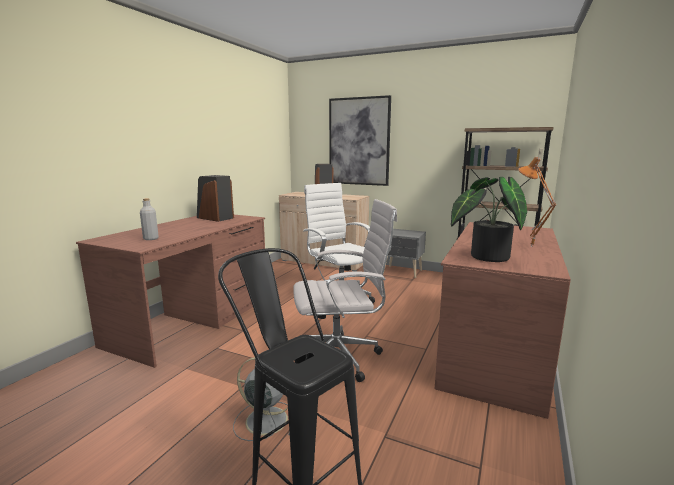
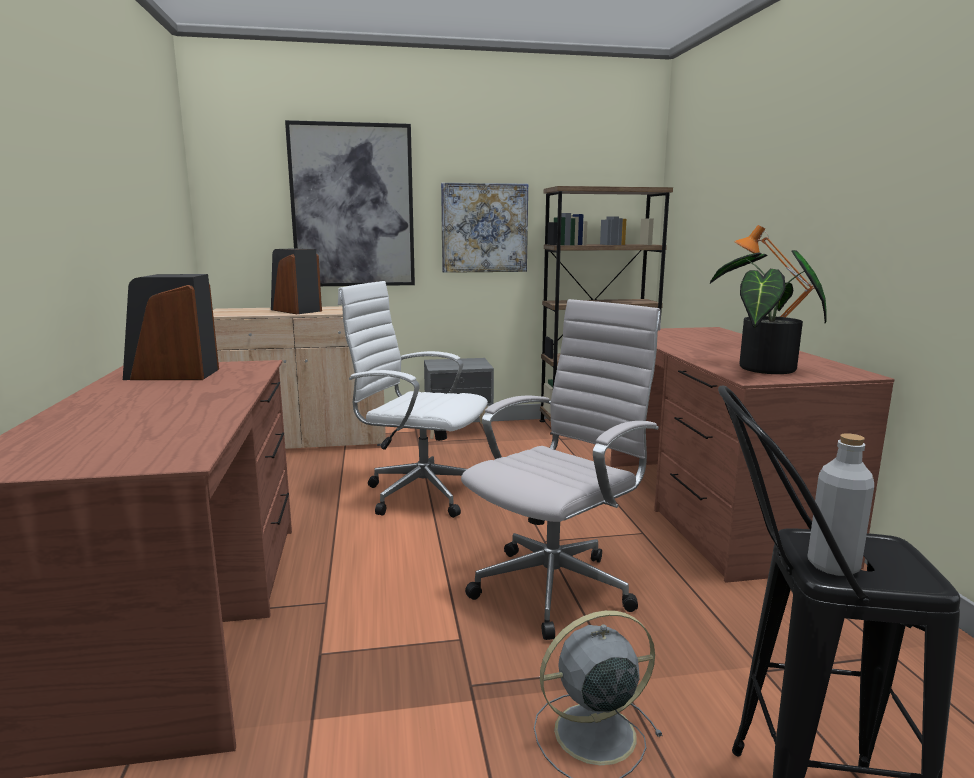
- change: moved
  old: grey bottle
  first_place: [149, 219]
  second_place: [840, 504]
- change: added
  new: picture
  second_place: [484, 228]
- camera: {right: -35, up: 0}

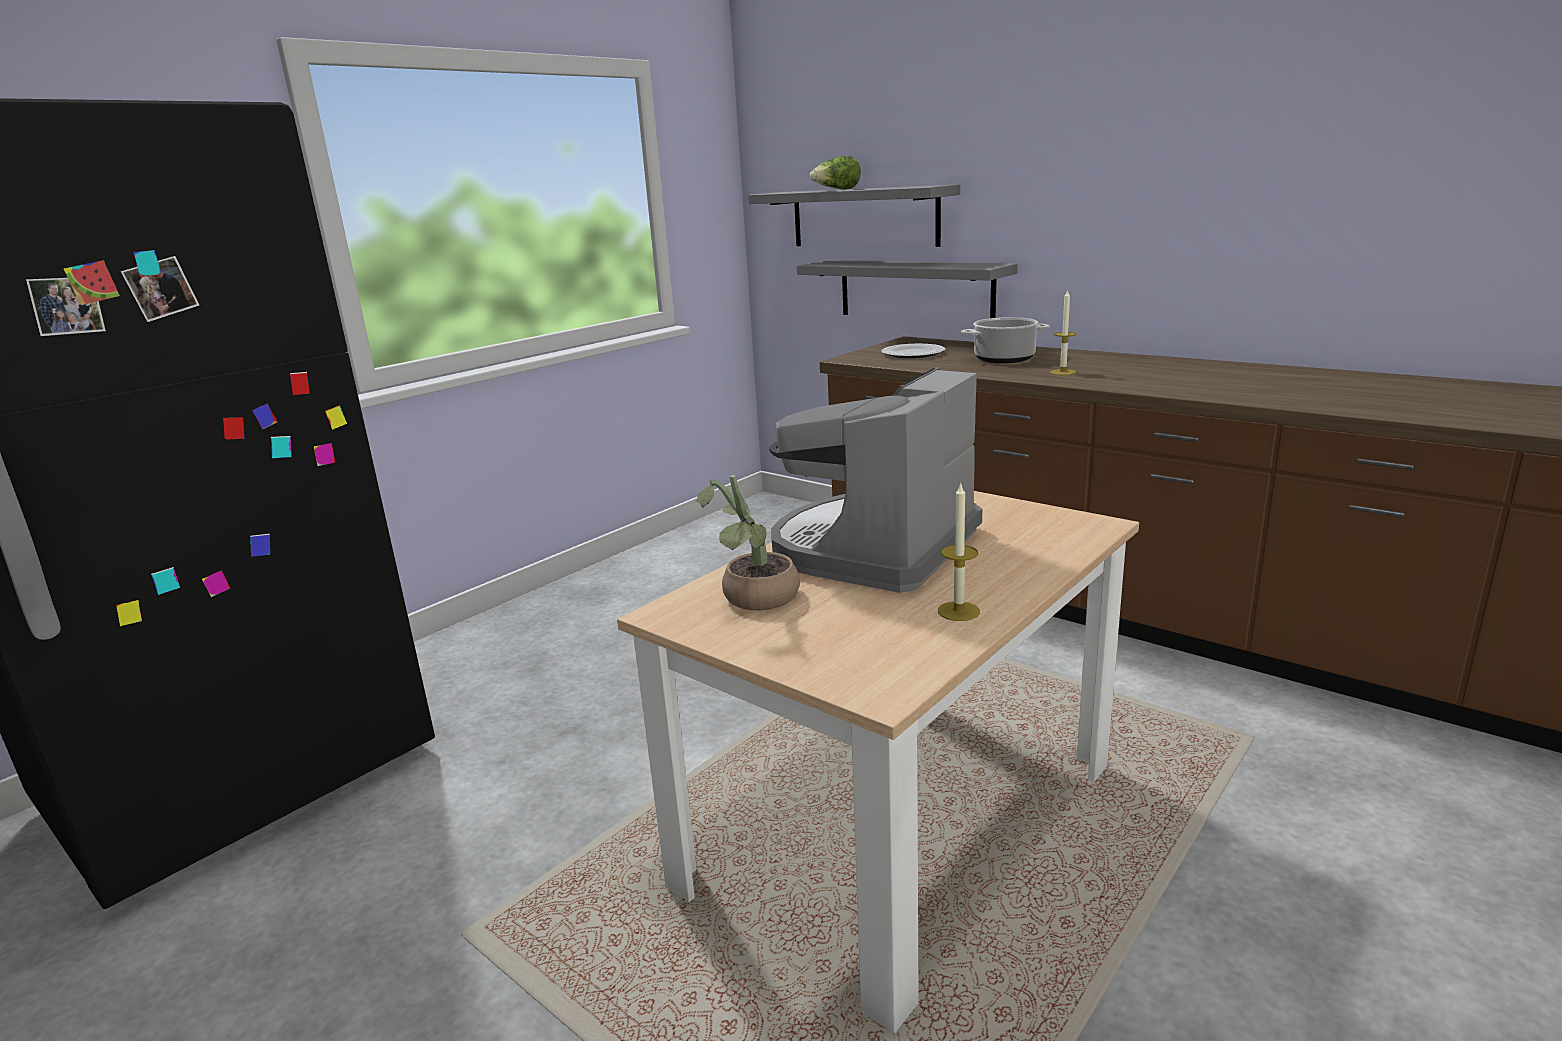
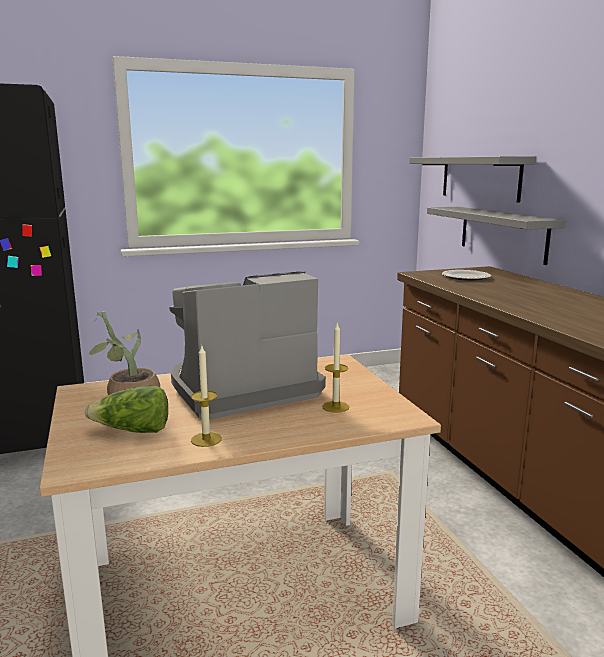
- change: moved
  old: lettuce
  first_place: [835, 172]
  second_place: [126, 409]
- change: moved
  old: candle
  first_place: [1063, 332]
  second_place: [335, 368]
- change: removed
  old: cooking pot
  first_place: [1005, 340]
- camera: {right: 30, up: -5}

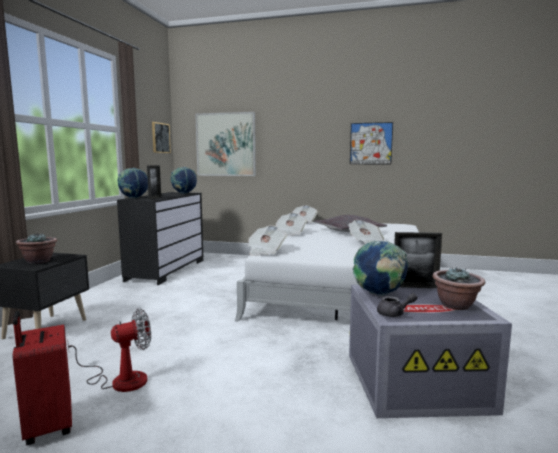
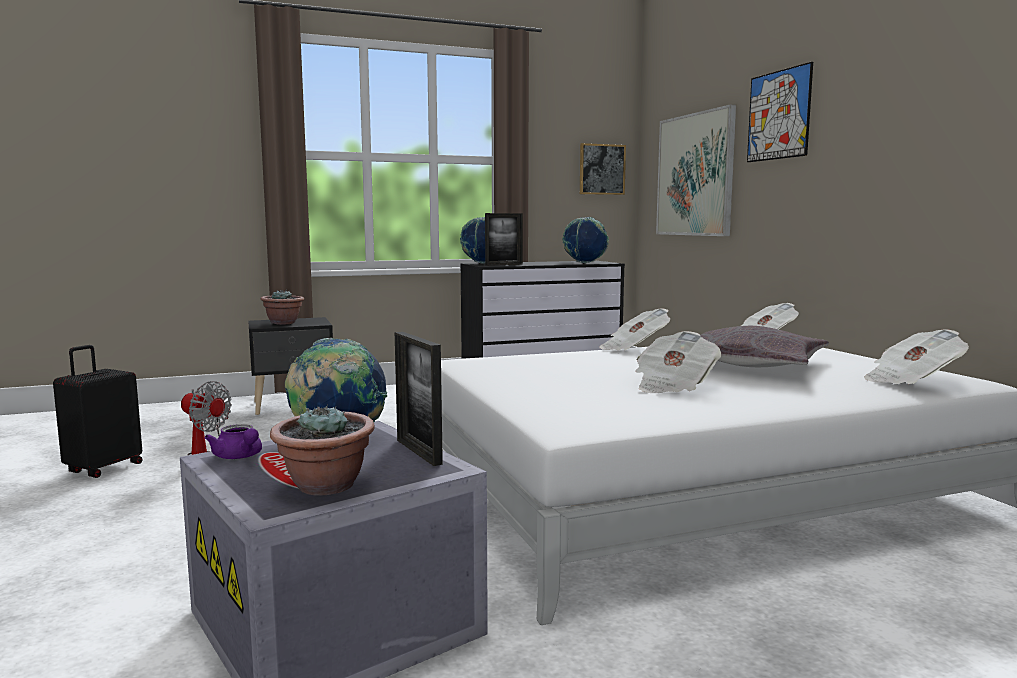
- change: moved
  old: picture
  first_place: [371, 143]
  second_place: [780, 112]
- change: moved
  old: newspaper
  first_place: [267, 240]
  second_place: [916, 356]
- change: recoloured
  old: grey teapot
  new: purple teapot
  first_place: [397, 305]
  second_place: [233, 441]
- change: recoloured
  old: red suitcase
  new: black suitcase
  first_place: [42, 378]
  second_place: [98, 411]
- camera: {right: 55, up: 0}

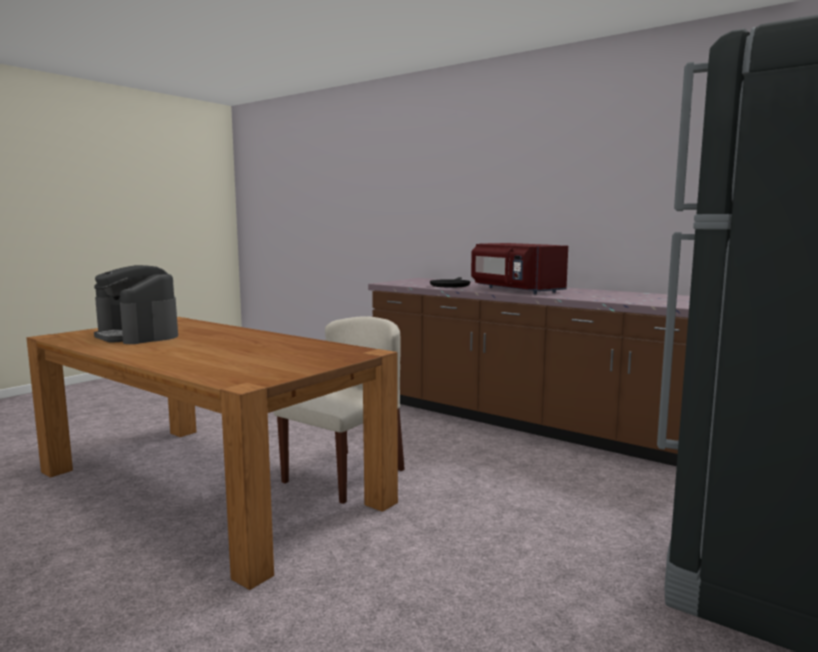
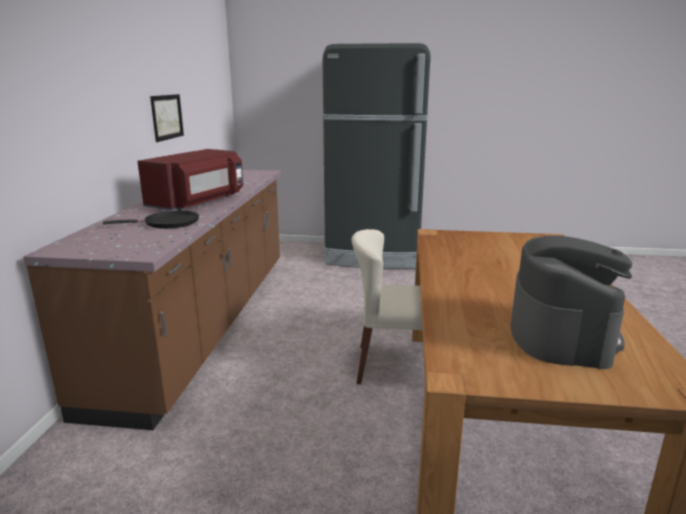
- change: added
  new: picture
  second_place: [167, 118]
- camera: {right: -120, up: 10}

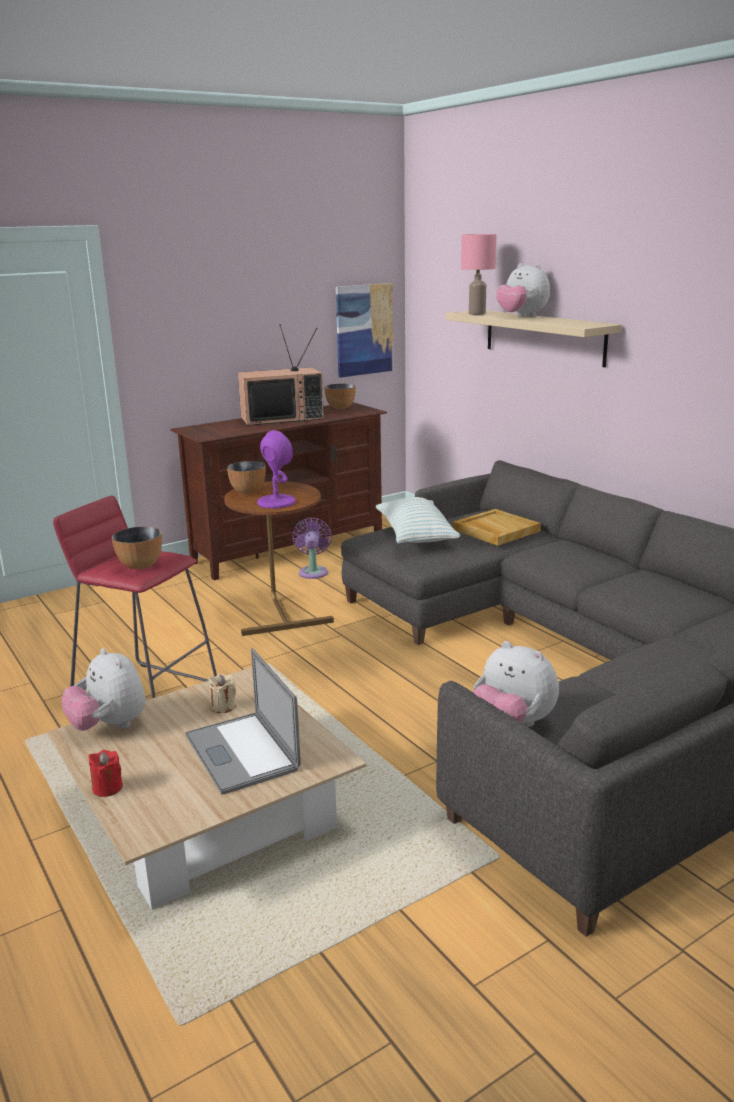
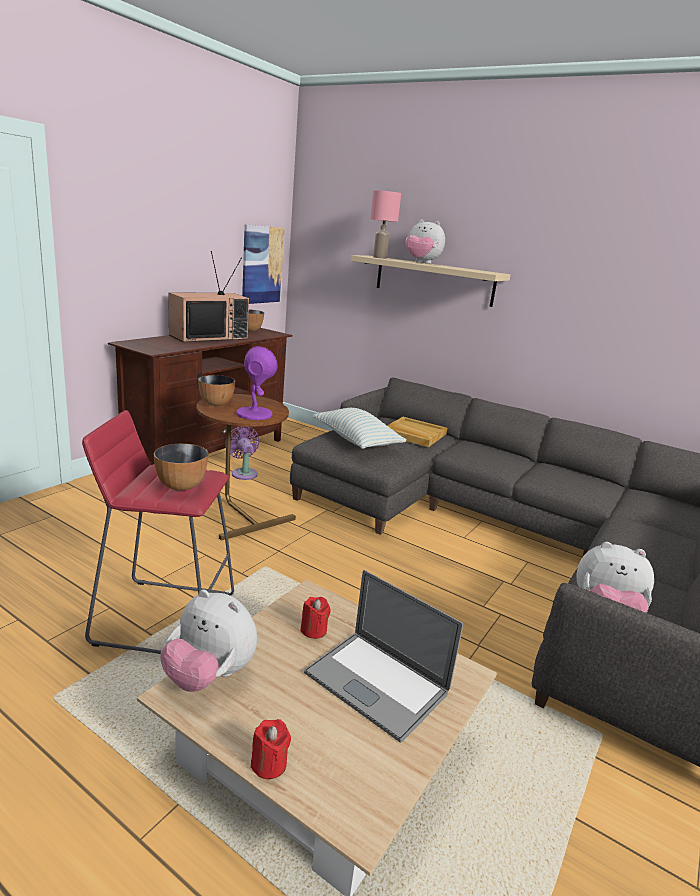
- change: recoloured
  old: beige candle
  new: red candle
  first_place: [222, 693]
  second_place: [315, 618]
- camera: {right: -25, up: 0}

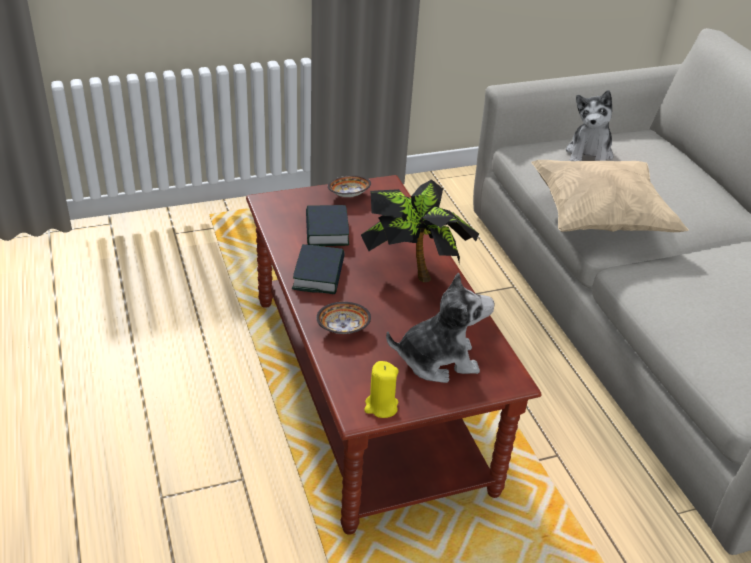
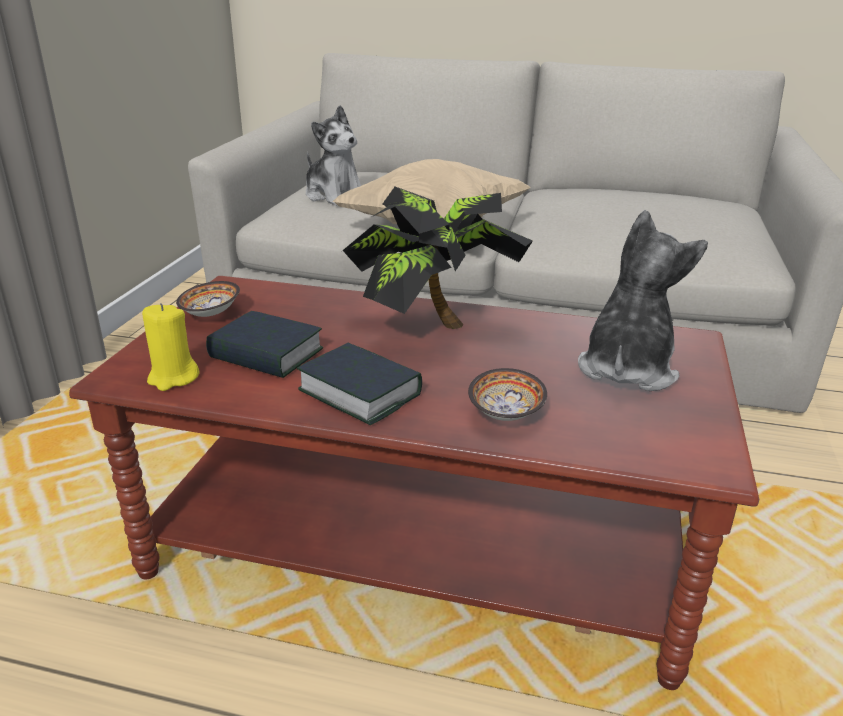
- change: moved
  old: yellow candle
  first_place: [381, 389]
  second_place: [171, 347]
- camera: {right: -55, up: -10}

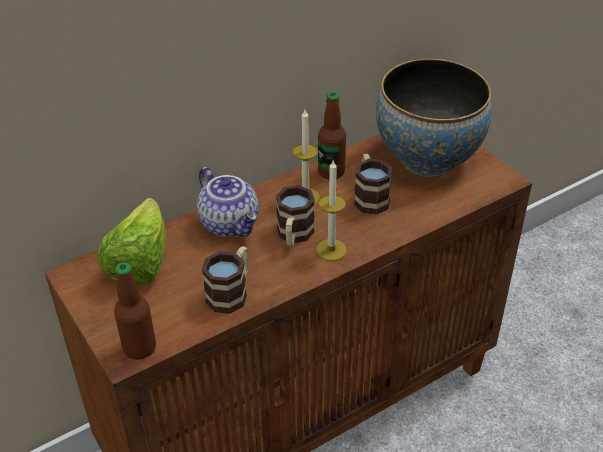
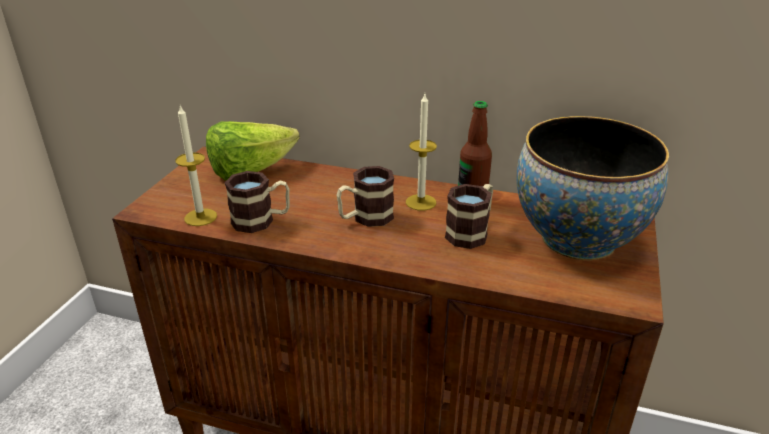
- change: moved
  old: candle
  first_place: [331, 210]
  second_place: [196, 165]
- change: removed
  old: teapot
  first_place: [228, 202]
- change: removed
  old: bottle
  first_place: [135, 311]
- camera: {right: 50, up: -10}

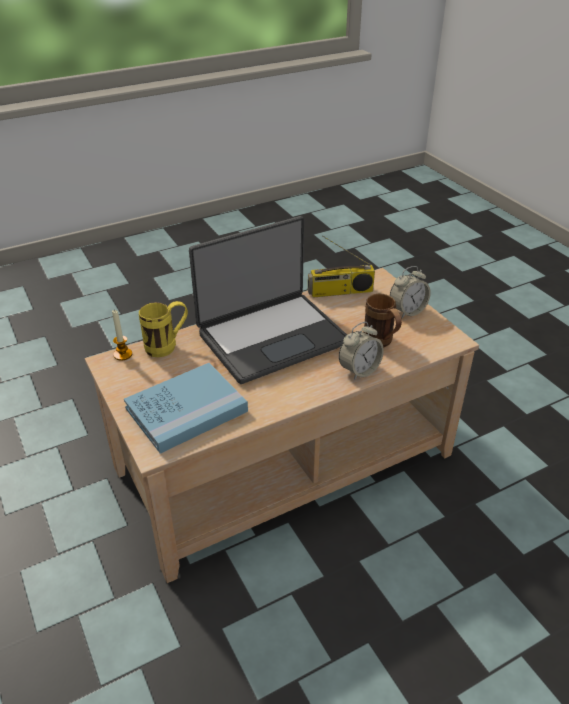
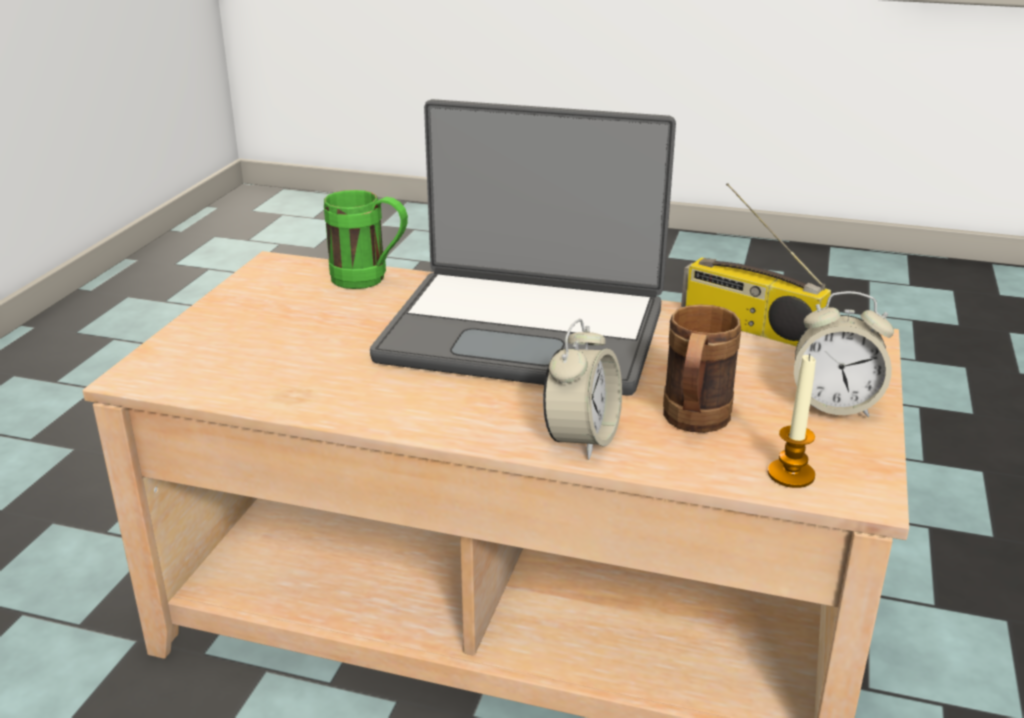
- change: recoloured
  old: yellow mug
  new: green mug
  first_place: [163, 329]
  second_place: [366, 239]
- change: moved
  old: candle
  first_place: [122, 334]
  second_place: [792, 420]
- change: turned
  old: alarm clock
  first_place: [361, 351]
  second_place: [582, 389]
  degrees: -75
- change: removed
  old: blue book
  first_place: [186, 408]
- camera: {right: 45, up: -10}

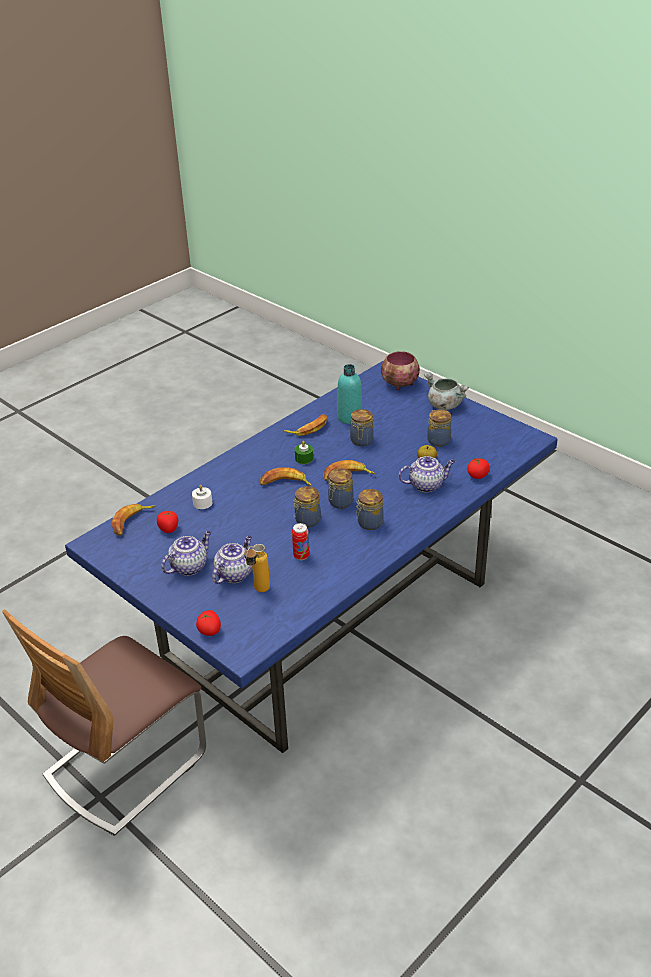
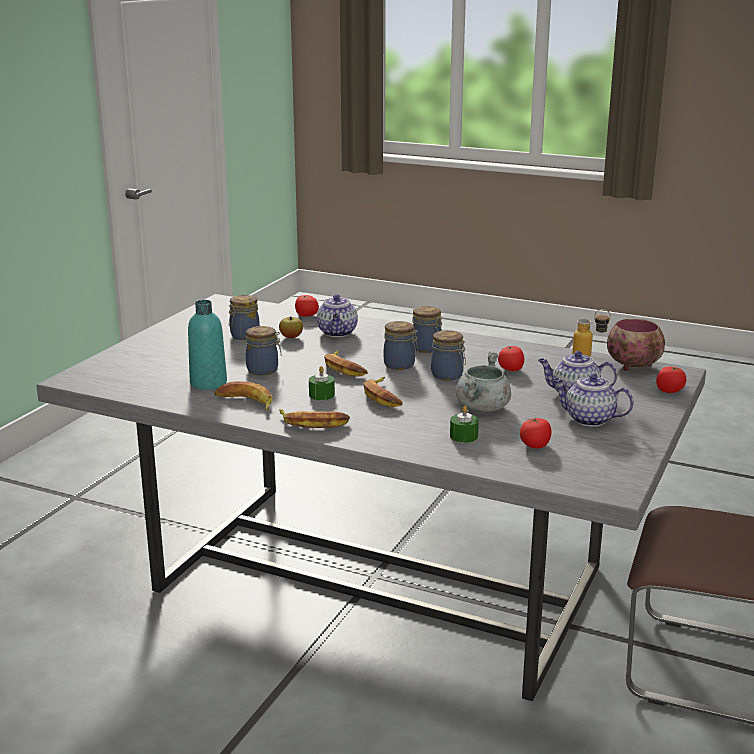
- change: moved
  old: bowl
  first_place: [400, 370]
  second_place: [636, 345]
- change: recoloured
  old: blue dining table
  new: grey dining table
  first_place: [311, 557]
  second_place: [371, 497]
- change: moved
  old: grey cooking pot
  first_place: [446, 391]
  second_place: [483, 382]
- change: turned
  old: teapot
  first_place: [427, 474]
  second_place: [337, 315]
  degrees: -150
- change: recoloured
  old: white candle
  new: green candle
  first_place: [202, 497]
  second_place: [464, 424]
- change: moved
  old: banana
  first_place: [134, 520]
  second_place: [314, 418]
- change: replaced
  old: can
  new: tomato
  first_place: [301, 541]
  second_place: [511, 358]
- camera: {right: -110, up: -15}

